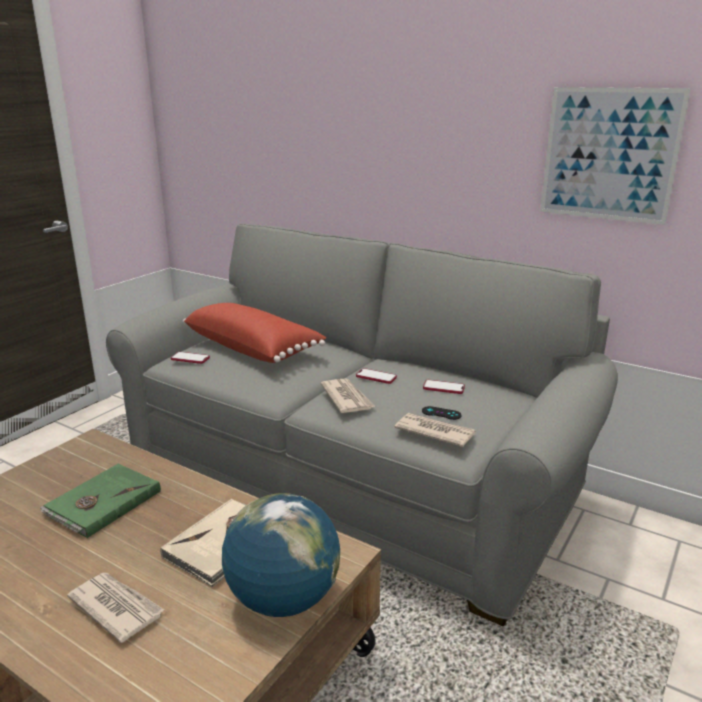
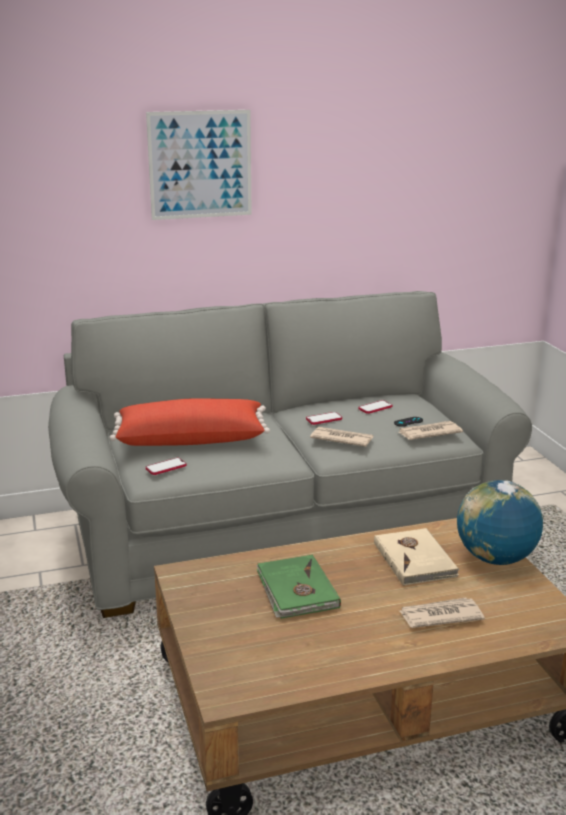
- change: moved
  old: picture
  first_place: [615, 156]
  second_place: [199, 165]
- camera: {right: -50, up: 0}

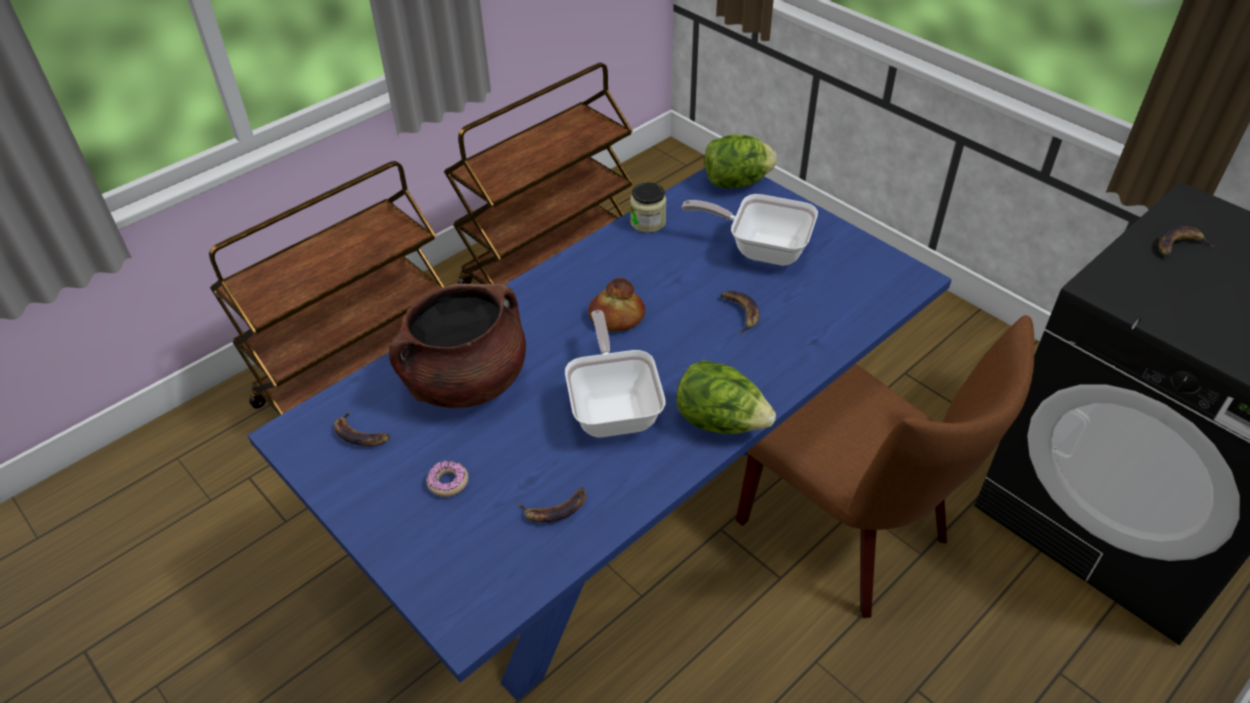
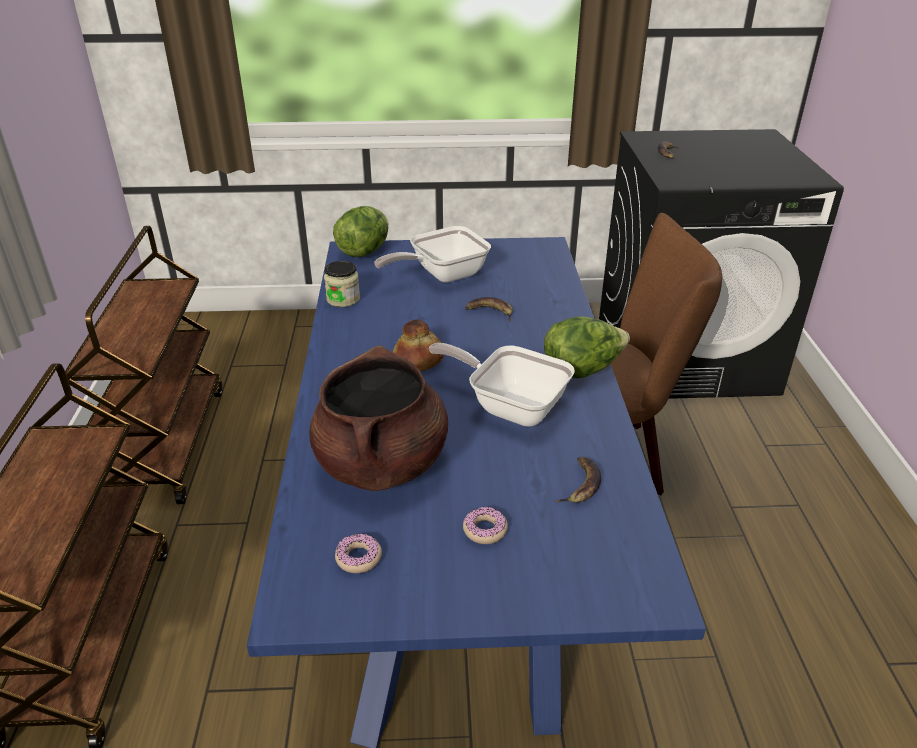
- change: replaced
  old: banana
  new: donut
  first_place: [362, 428]
  second_place: [358, 553]
- camera: {right: -50, up: -10}

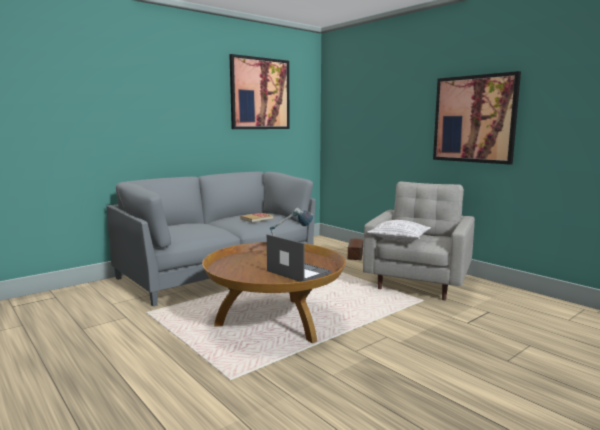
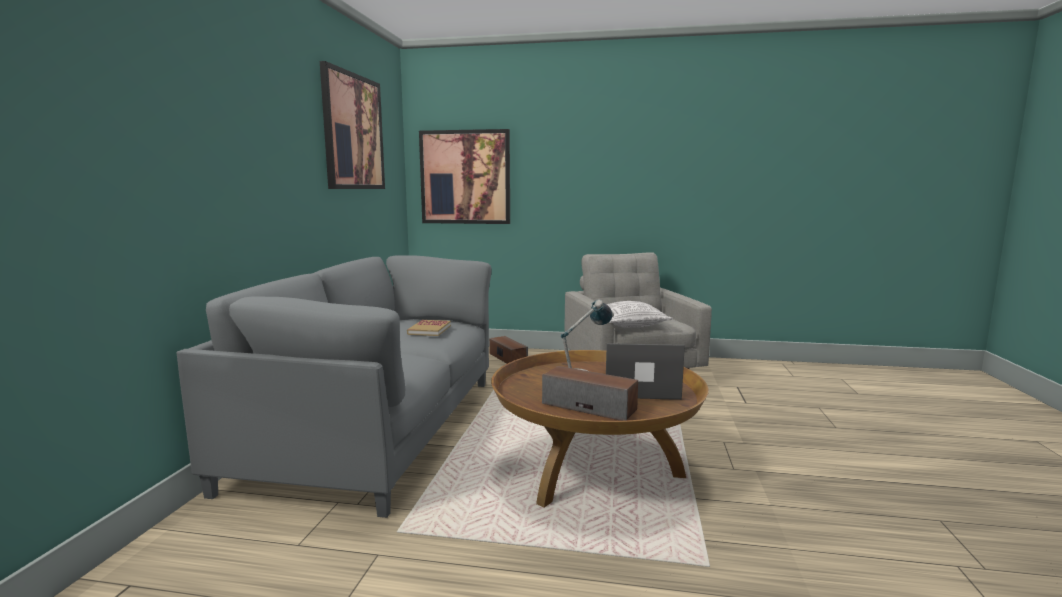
- change: moved
  old: picture
  first_place: [477, 118]
  second_place: [464, 176]
- change: added
  new: speaker
  second_place: [590, 393]
- camera: {right: -40, up: 0}

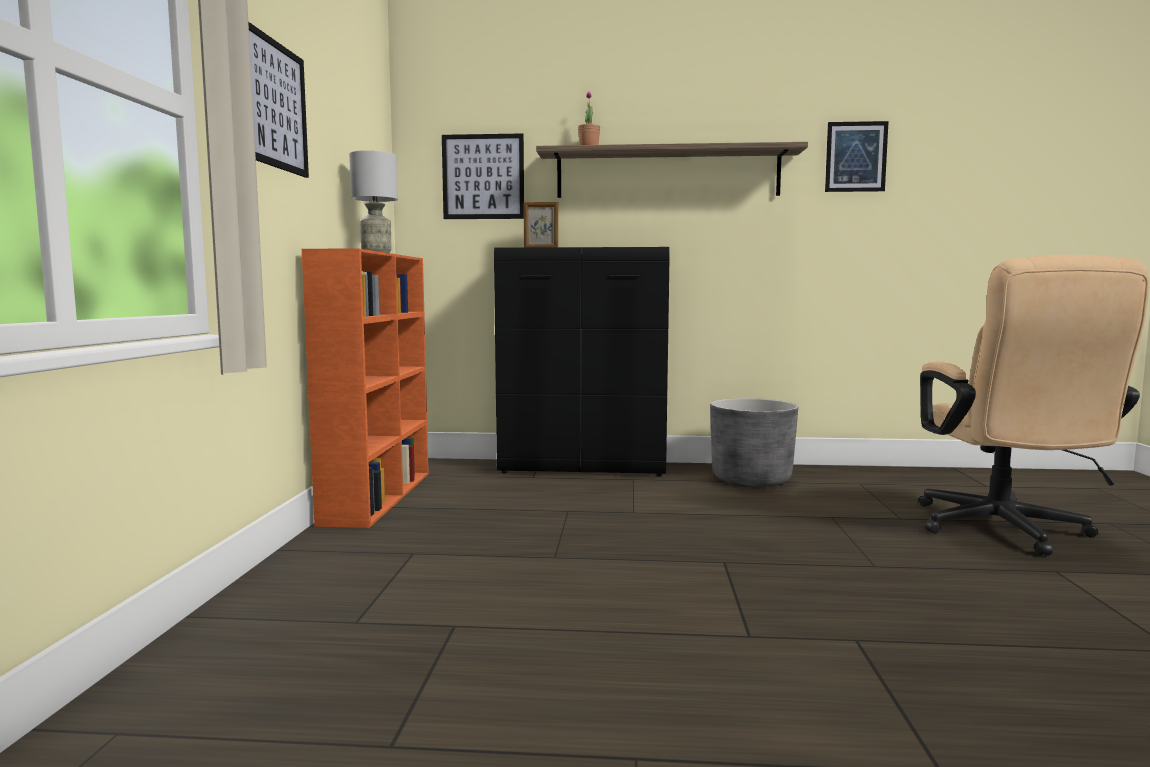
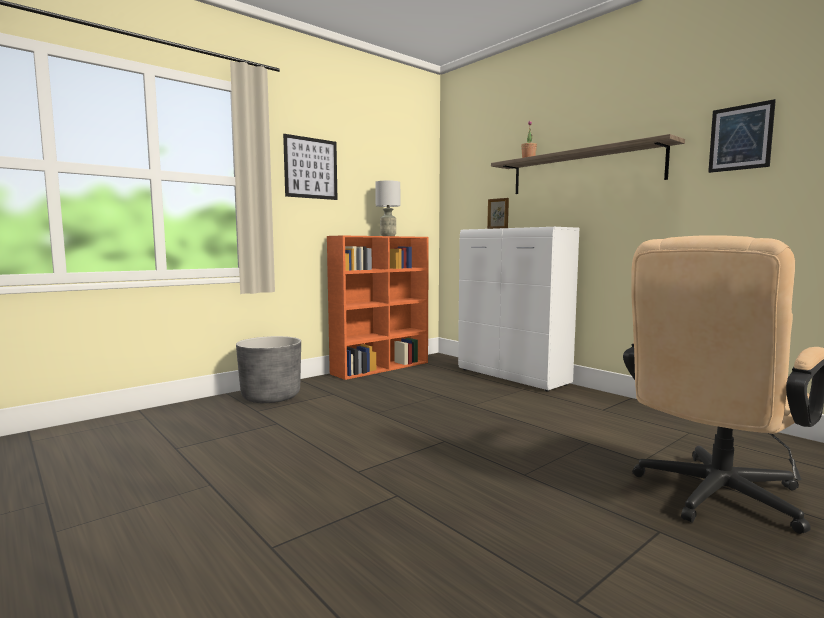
- change: removed
  old: picture
  first_place: [483, 176]
- change: recoloured
  old: black cabinet
  new: white cabinet
  first_place: [582, 361]
  second_place: [518, 309]
- change: moved
  old: grey planter
  first_place: [754, 442]
  second_place: [268, 369]
- camera: {right: 45, up: 0}

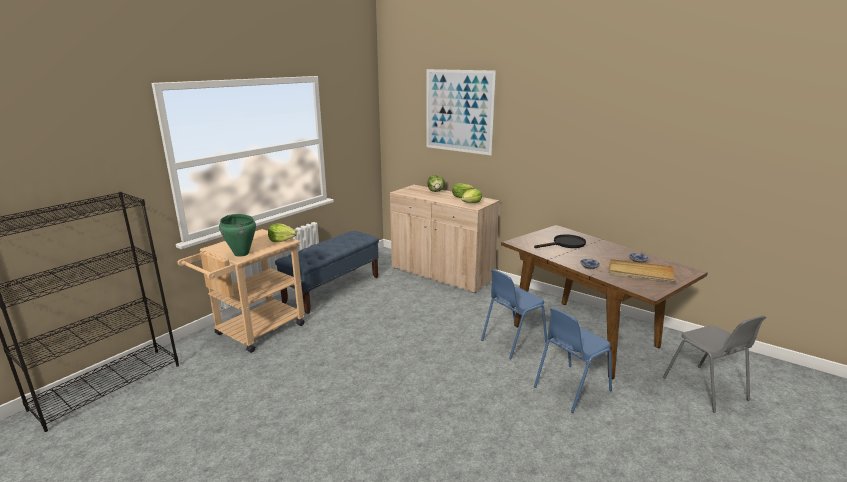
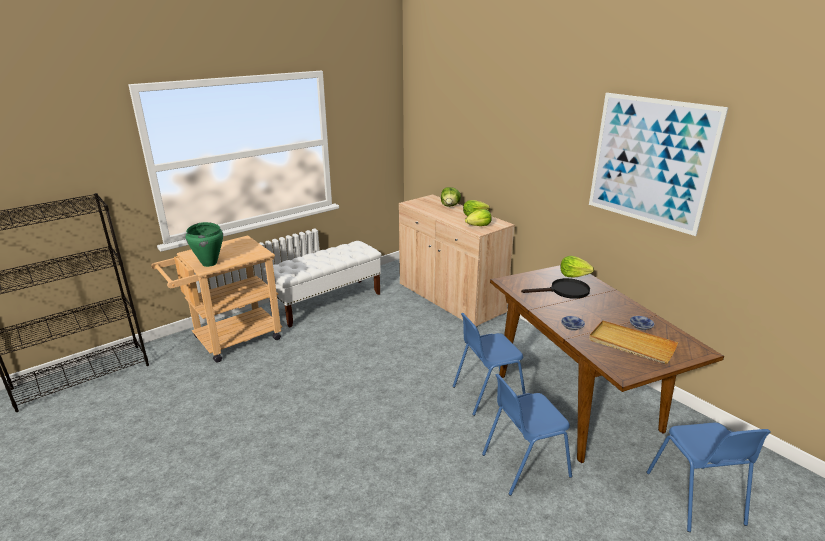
- change: moved
  old: picture
  first_place: [461, 112]
  second_place: [659, 164]
- change: moved
  old: lettuce
  first_place: [282, 232]
  second_place: [577, 267]
- change: recoloured
  old: blue bench
  new: white bench
  first_place: [327, 272]
  second_place: [322, 284]
- change: recoloured
  old: grey chair
  new: blue chair
  first_place: [714, 364]
  second_place: [708, 477]
- camera: {right: 15, up: 5}

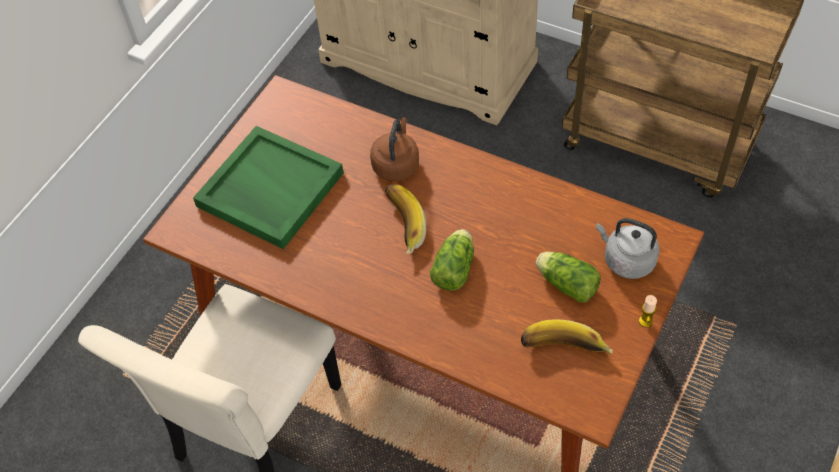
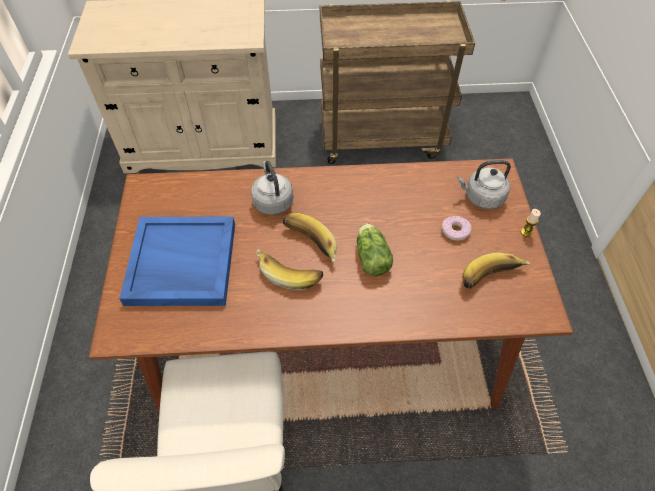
- change: recoloured
  old: brown kettle
  new: grey kettle
  first_place: [394, 149]
  second_place: [272, 188]
- change: recoloured
  old: green tray
  new: blue tray
  first_place: [268, 187]
  second_place: [177, 261]
- change: replaced
  old: lettuce
  new: donut
  first_place: [568, 277]
  second_place: [457, 228]
- change: added
  new: banana
  second_place: [289, 269]
- camera: {right: -35, up: 0}

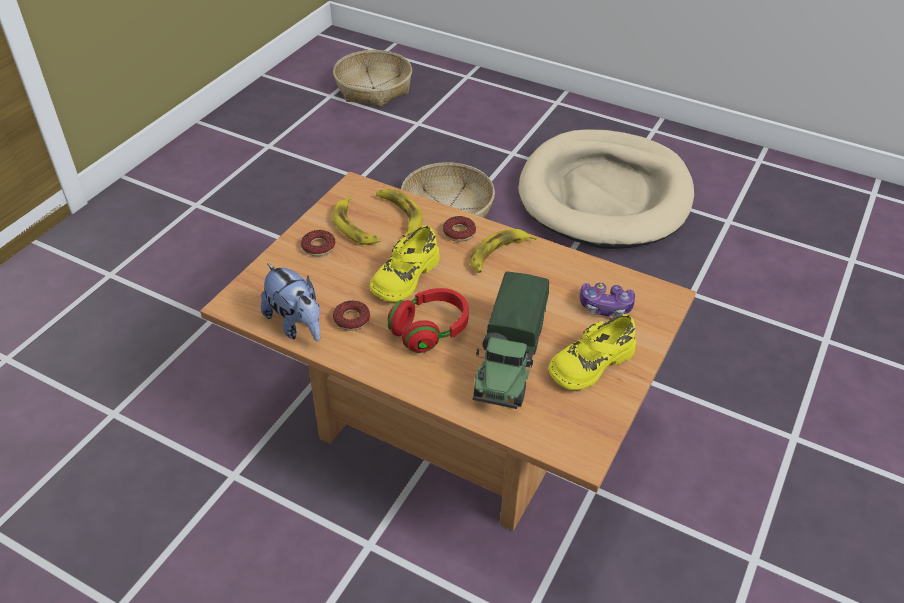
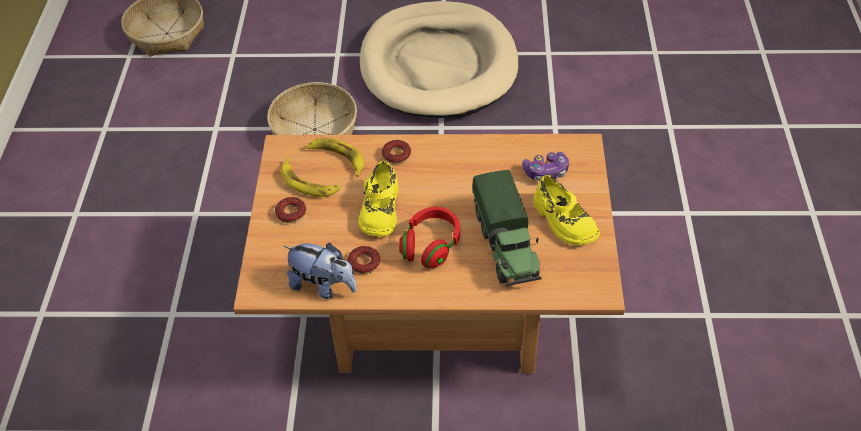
- change: removed
  old: banana
  first_place: [503, 251]
- change: turned
  old: yellow shoe
  first_place: [592, 352]
  second_place: [566, 210]
  degrees: -60
- camera: {right: -25, up: 5}

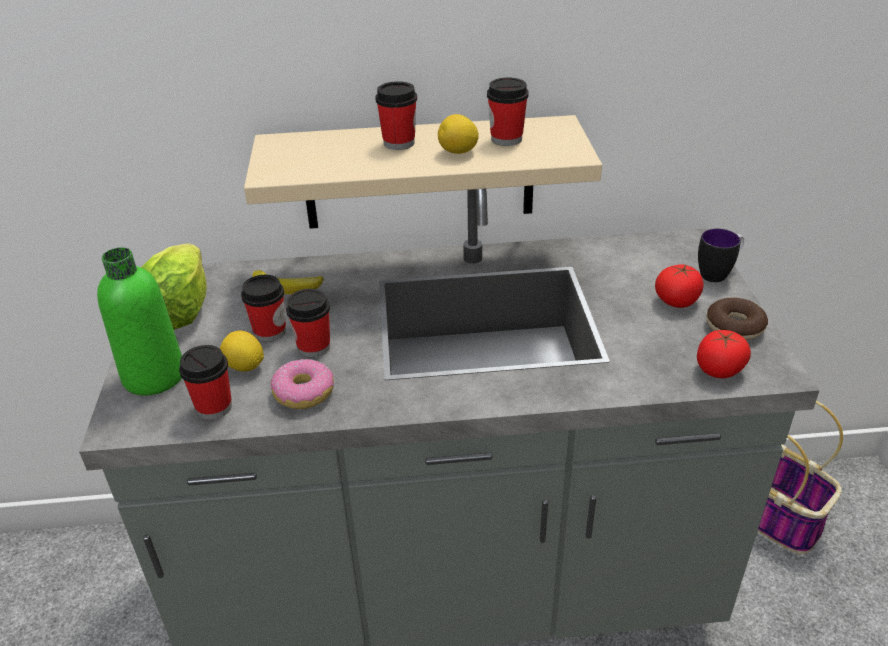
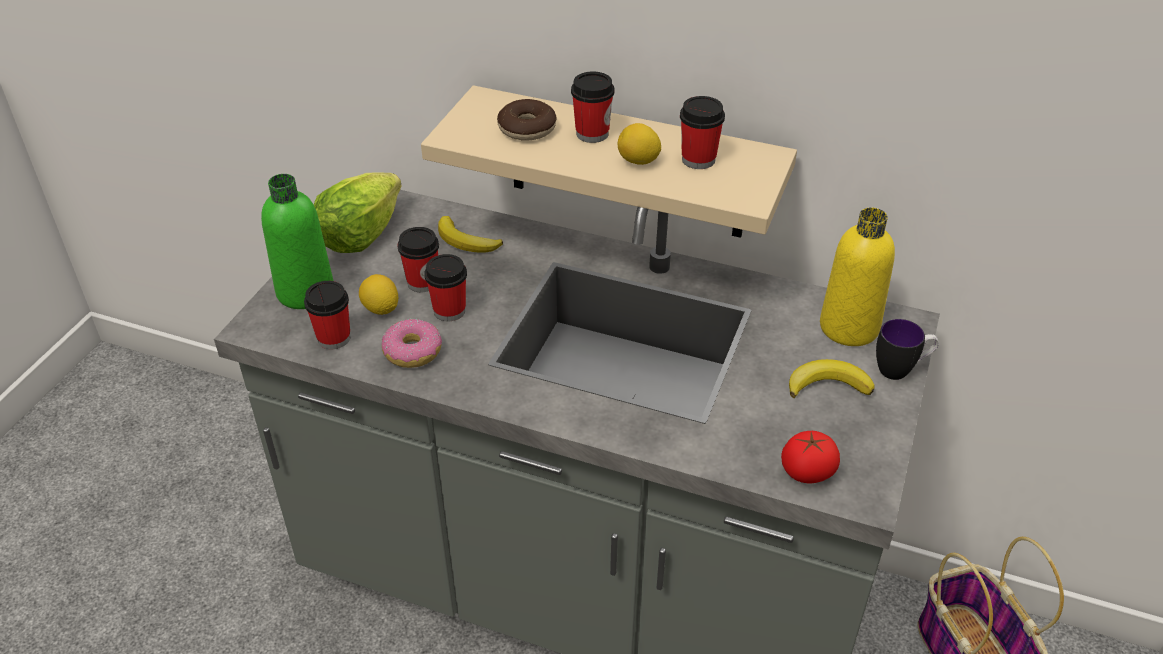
- change: replaced
  old: tomato
  new: banana
  first_place: [679, 286]
  second_place: [832, 378]
- change: moved
  old: donut
  first_place: [737, 318]
  second_place: [526, 120]
- change: added
  new: yellow bottle
  second_place: [857, 276]
- camera: {right: 25, up: 5}

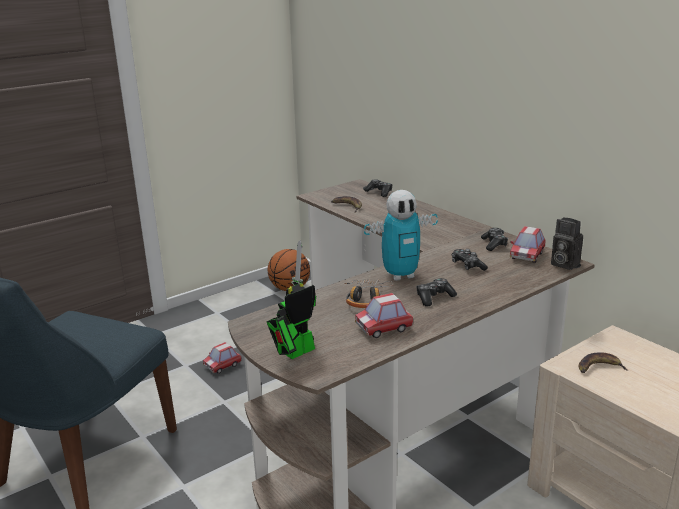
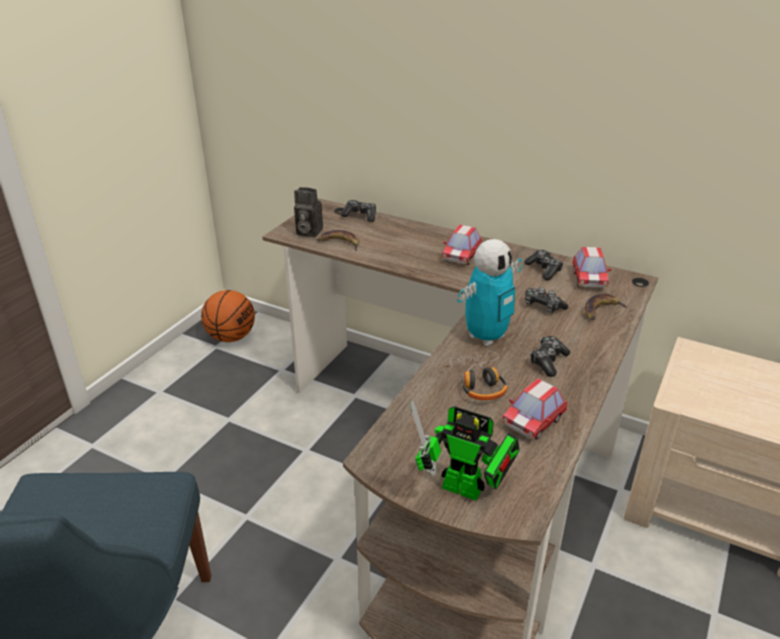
- change: moved
  old: photo camera
  first_place: [567, 243]
  second_place: [308, 212]
- change: turned
  old: toy robot
  first_place: [291, 299]
  second_place: [465, 451]
  degrees: -90
- change: moved
  old: toy car
  first_place: [222, 358]
  second_place: [462, 245]
- change: moved
  old: banana
  first_place: [602, 362]
  second_place: [606, 307]
- camera: {right: -25, up: 10}

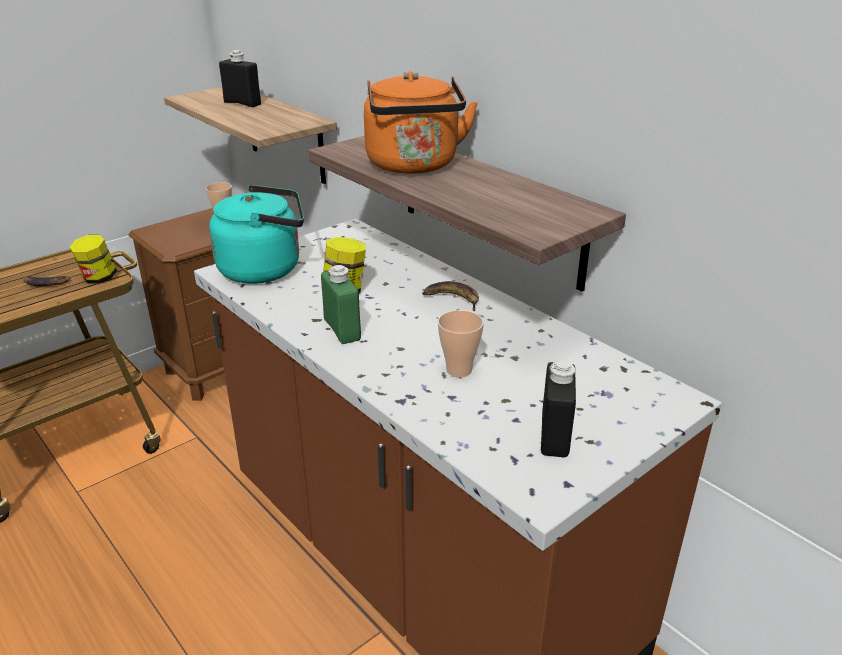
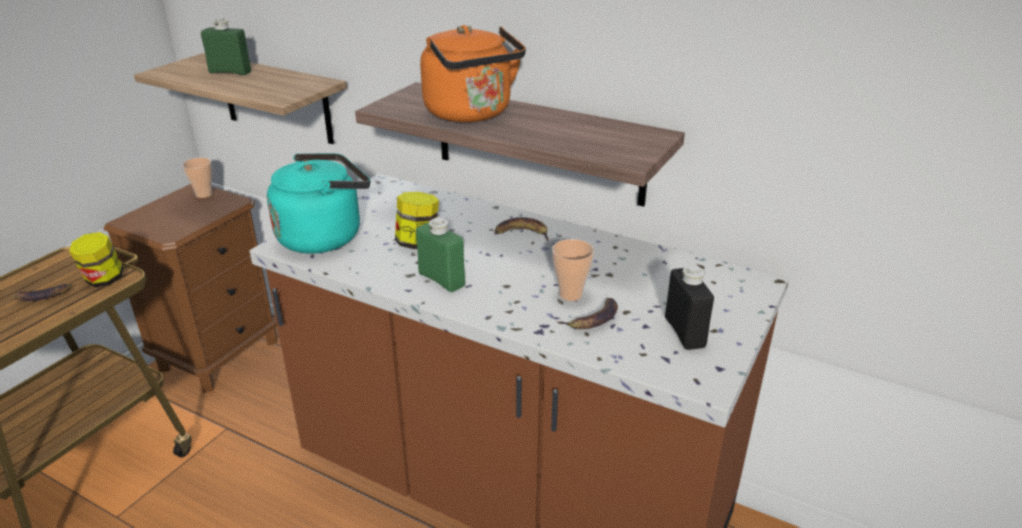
- change: recoloured
  old: black bottle
  new: green bottle
  first_place: [240, 78]
  second_place: [226, 46]
- change: added
  new: banana
  second_place: [587, 313]
- camera: {right: -20, up: 0}

